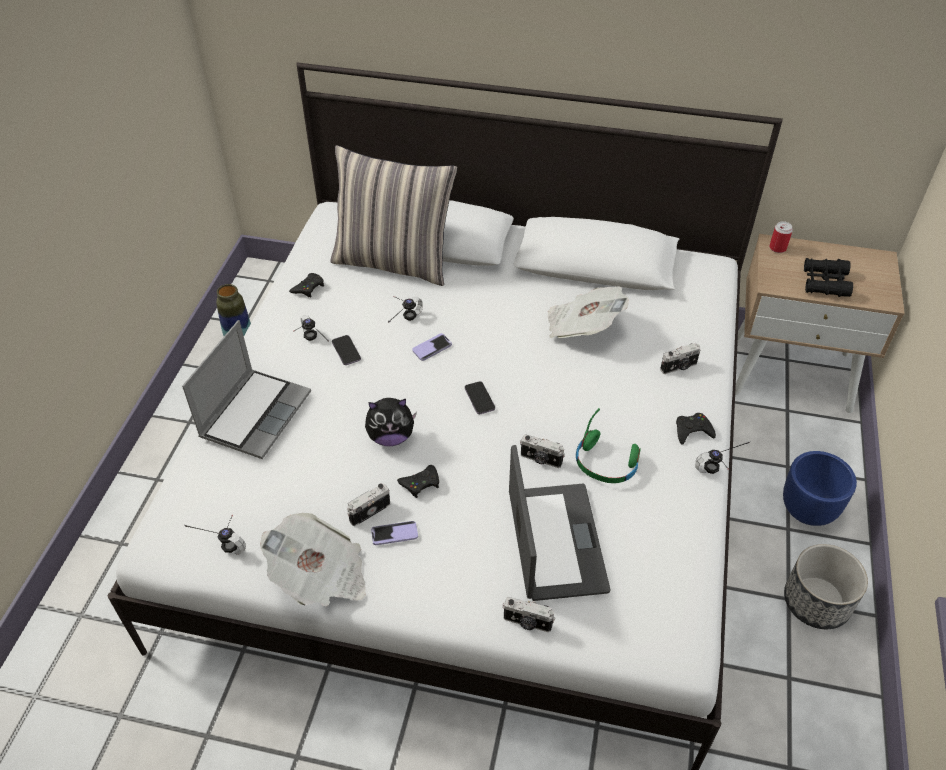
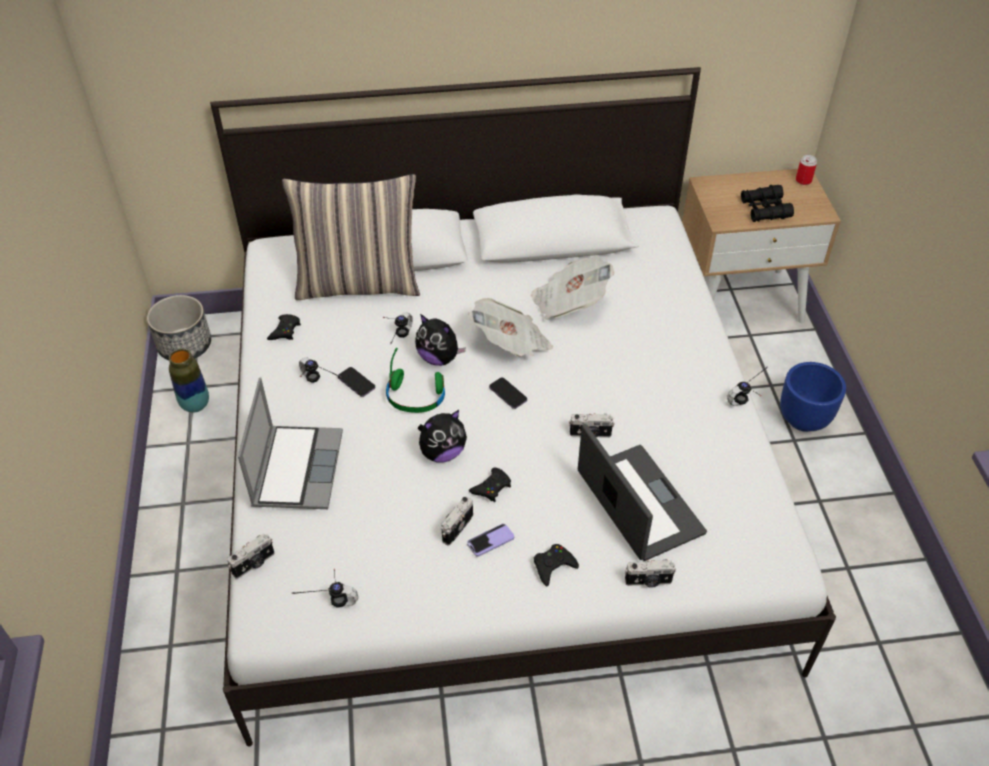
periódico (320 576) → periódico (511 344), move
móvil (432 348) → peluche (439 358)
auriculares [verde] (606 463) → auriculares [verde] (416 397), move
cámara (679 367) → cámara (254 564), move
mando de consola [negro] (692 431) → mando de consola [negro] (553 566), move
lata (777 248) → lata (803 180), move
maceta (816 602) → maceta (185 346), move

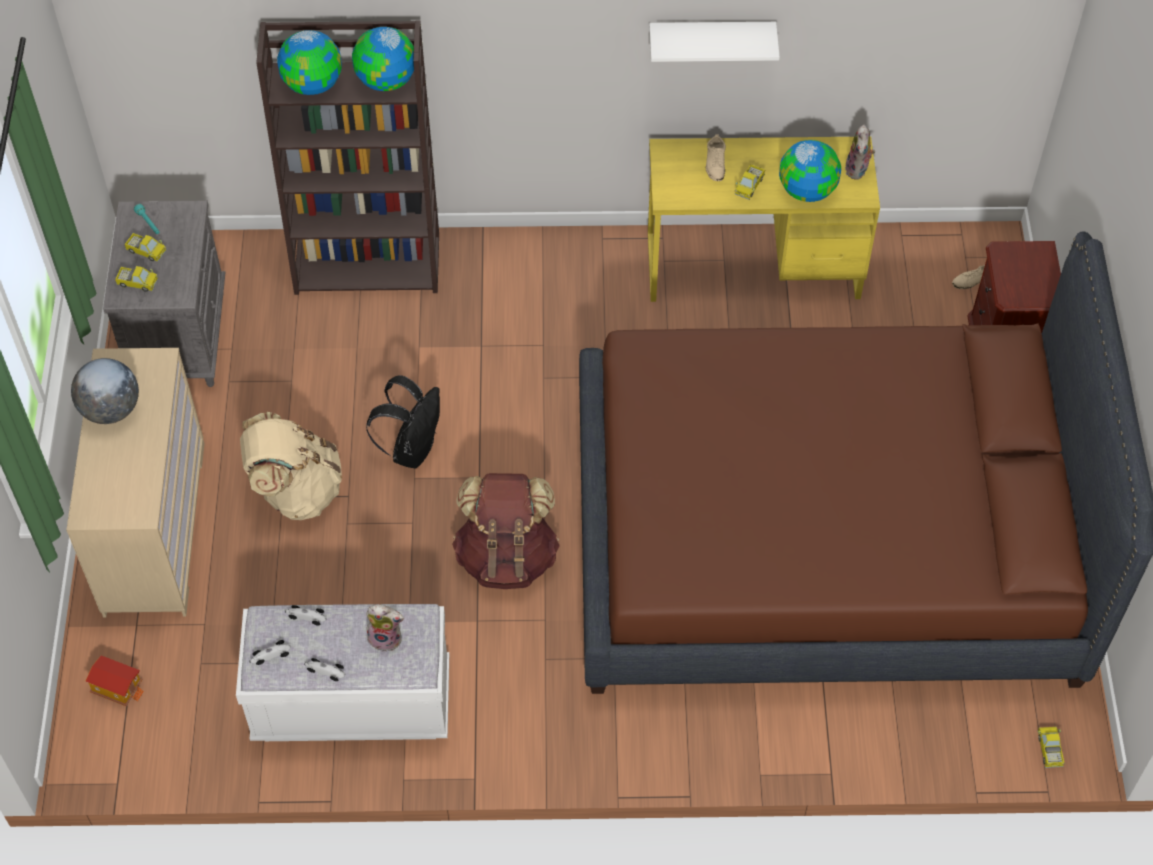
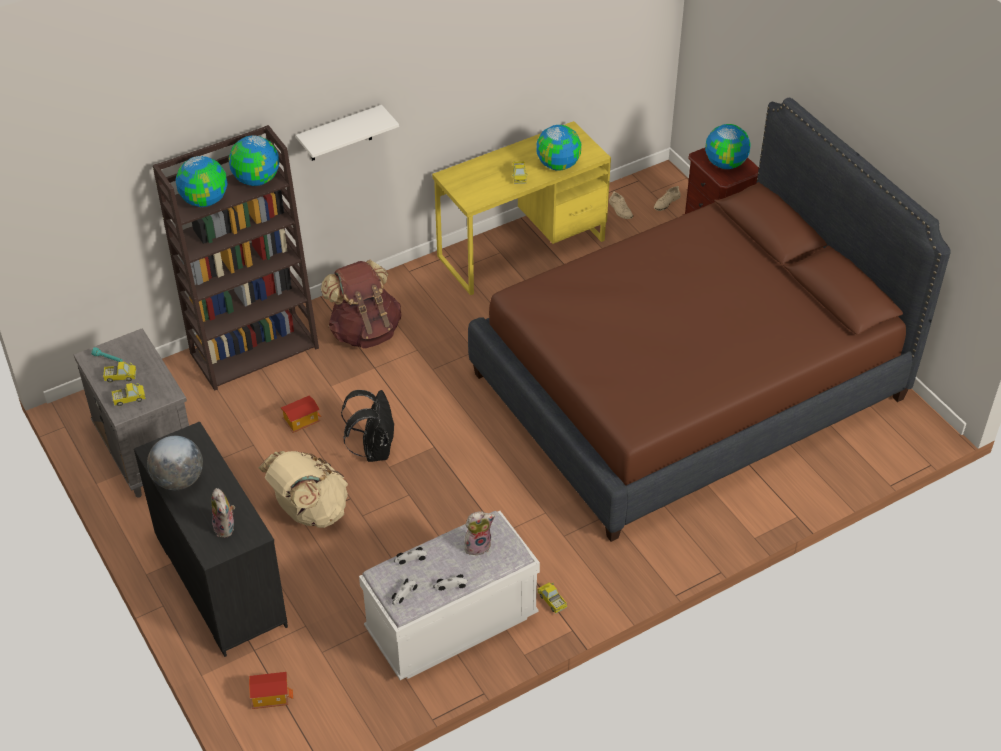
cómoda [beis] (153 527) → cómoda [negro] (219 581)
mochila [marrón] (507 557) → mochila [marrón] (365 331), move
estante [blanco] (711 39) → estante [blanco] (340 134), move
zapato [beis] (715 163) → zapato [beis] (620 210), move
peluche (858 170) → peluche (226 527), move
camión de juguete (1049 750) → camión de juguete (552 601), move
- → casita (301 421)
- → globo terráqueo (725 163)

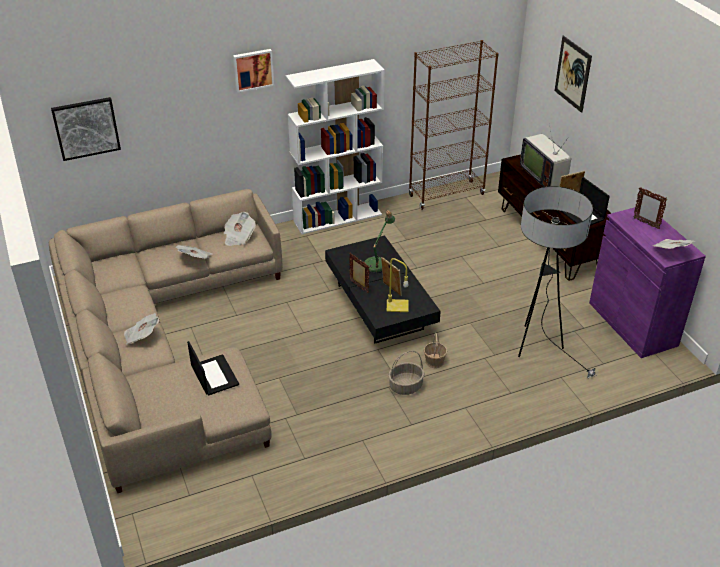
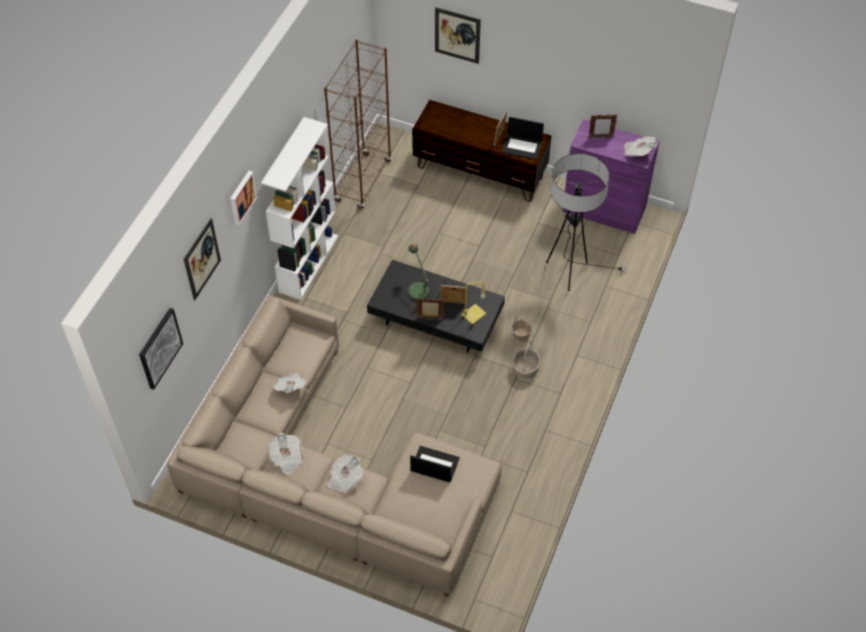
periódico (238 237) → periódico (287 458), move
televisor (544 176) → -
- → cuadro (202 259)

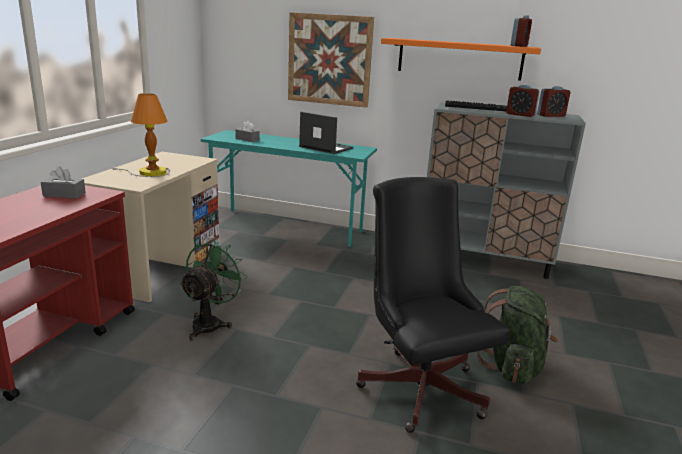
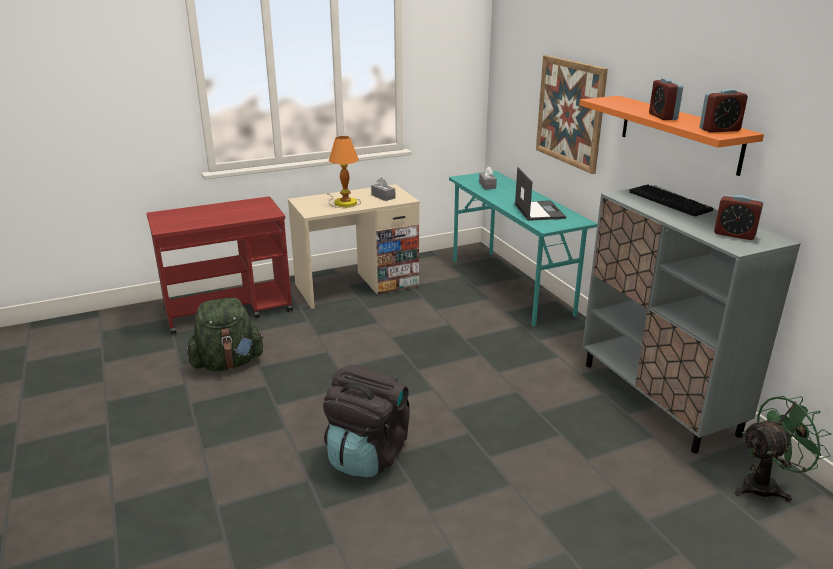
caja de pañuelos [gris] (64 195) → caja de pañuelos [gris] (383 196), move
ventilador [verde] (211 323) → ventilador [verde] (766 485), move
silla de oficina [negro] (419 384) → mochila [negro] (367 454)
mochila [verde] (512 366) → mochila [verde] (228 363), move
despertador (520 114) → despertador (662 117), move

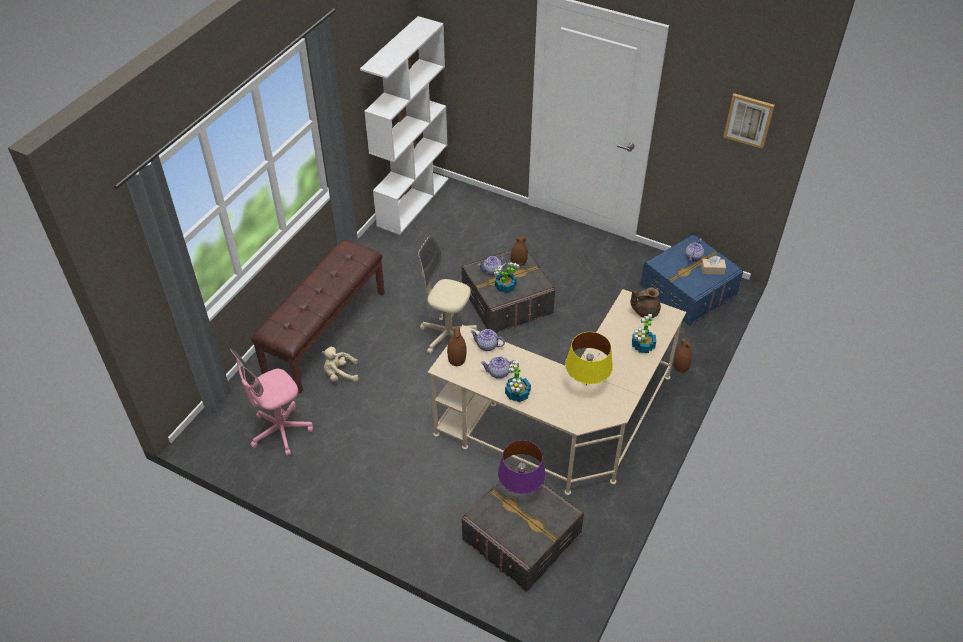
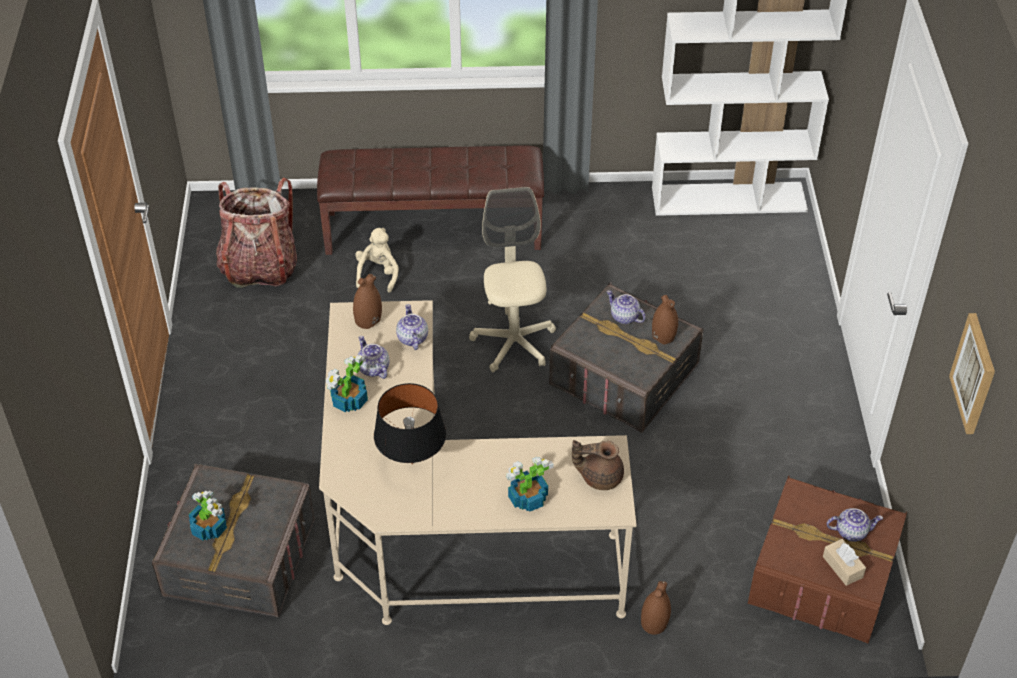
silla de oficina [rosa] (281 431) → mochila (260 267)
peluche [beis] (340 374) → peluche [beis] (378 274), 45 degrees clockwise
planta en maceta (505 287) → planta en maceta (209 528), move
lámpara de mesa [morado] (520 490) → -
lámpara de mesa [amarillo] (586 385) → lámpara de mesa [negro] (411 464)
tetera [marrón] (645 311) → tetera [marrón] (599 476), 45 degrees counterclockwise
caja de almacenaje [azul] (688 291) → caja de almacenaje [marrón] (822 576)

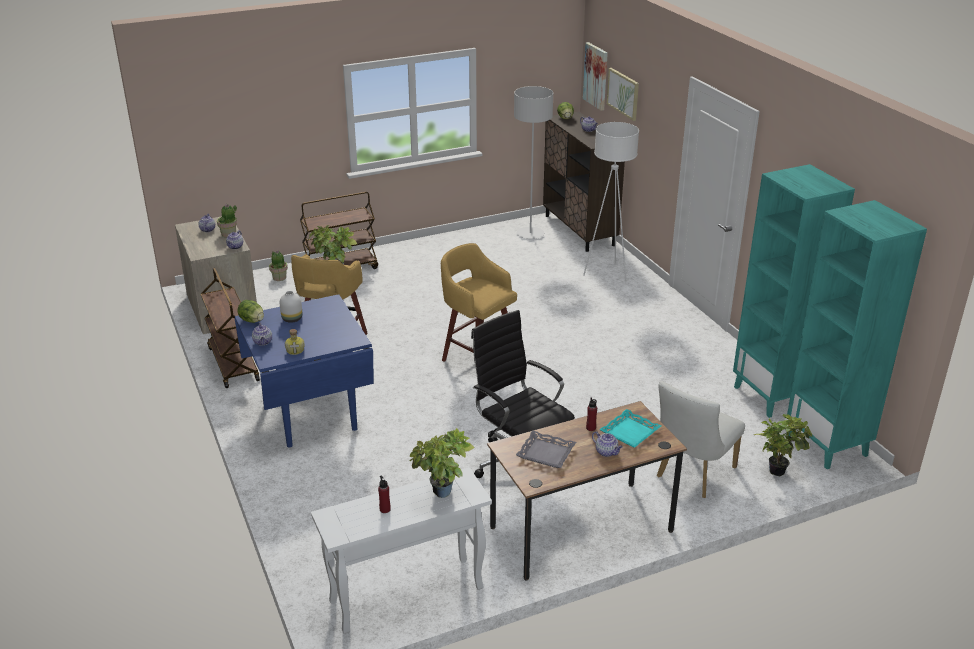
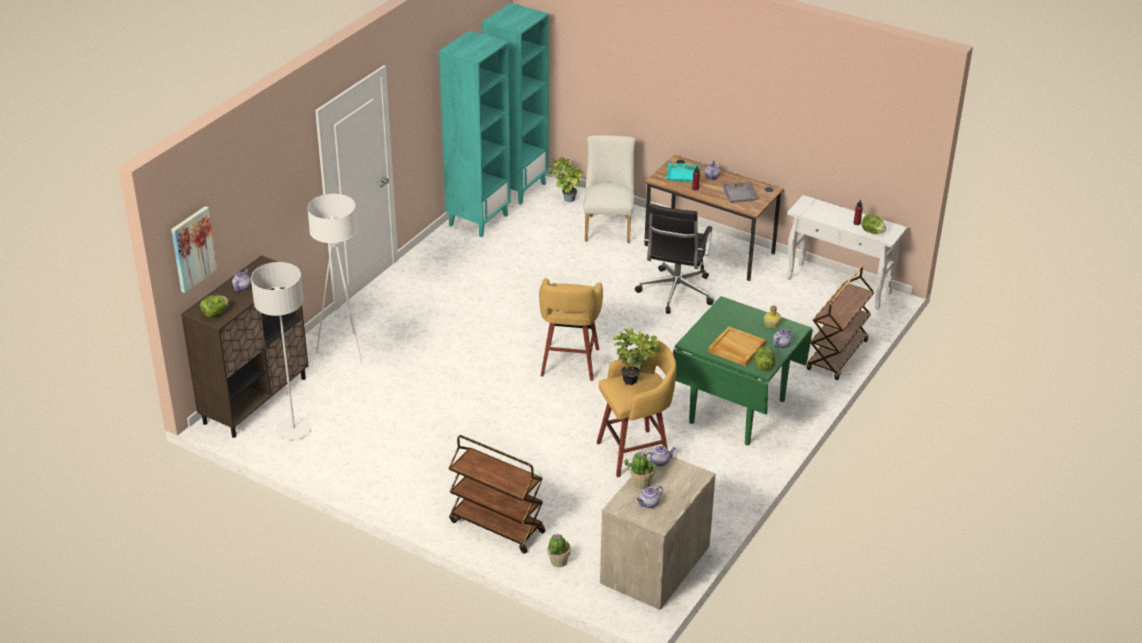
carrito [marrón] (233 364) → carrito [marrón] (837 356), move
mesa de comedor [azul] (311 413) → mesa de comedor [verde] (736 411)
florero [blanco] (292 318) → bandeja [beis] (736 348)
planta en maceta (442 496) → -
cuadro (623 93) → -
silla [blanco] (692 475) → silla [blanco] (608 227), 90 degrees counterclockwise
- → lechuga (872 232)

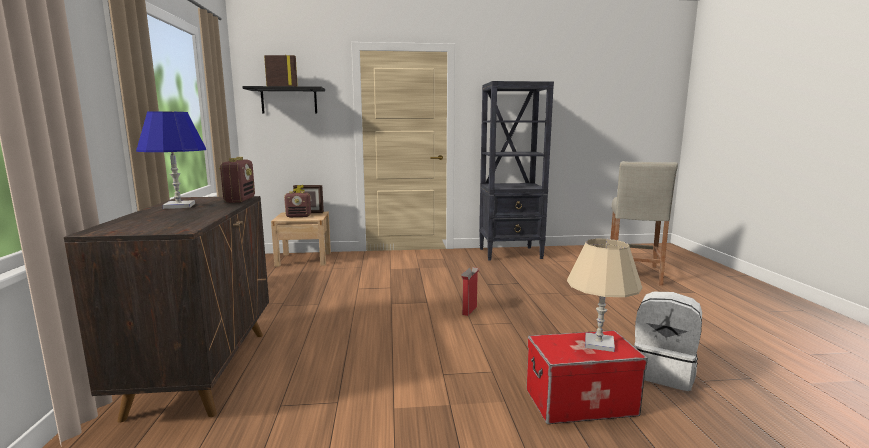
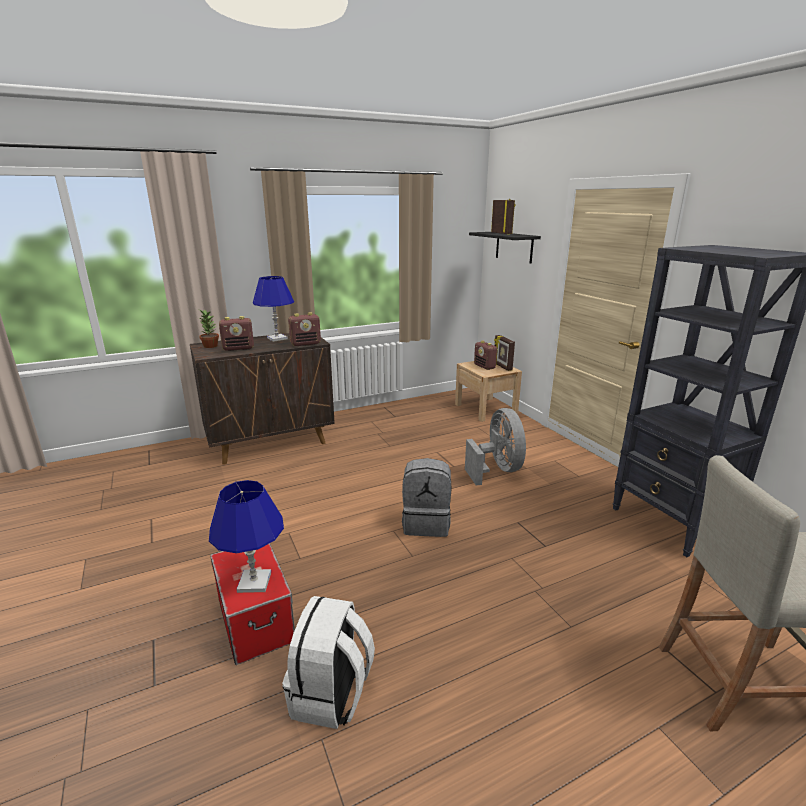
caja de cartón (469 311) → mochila [gris] (426 523)
lámpara de mesa [beis] (598 343) → lámpara de mesa [azul] (254 582)
- → planta en maceta (210 346)
- → radio (239 348)
- → ventilador [gris] (497 470)

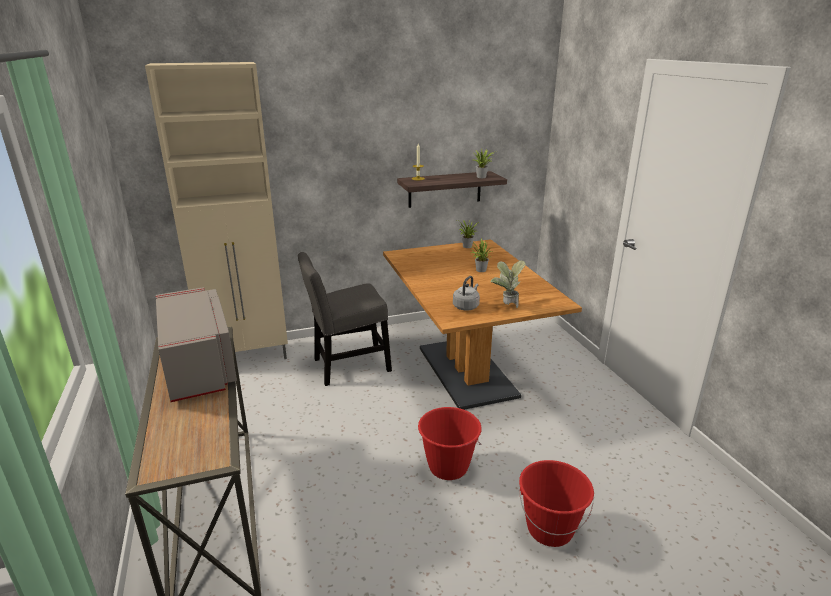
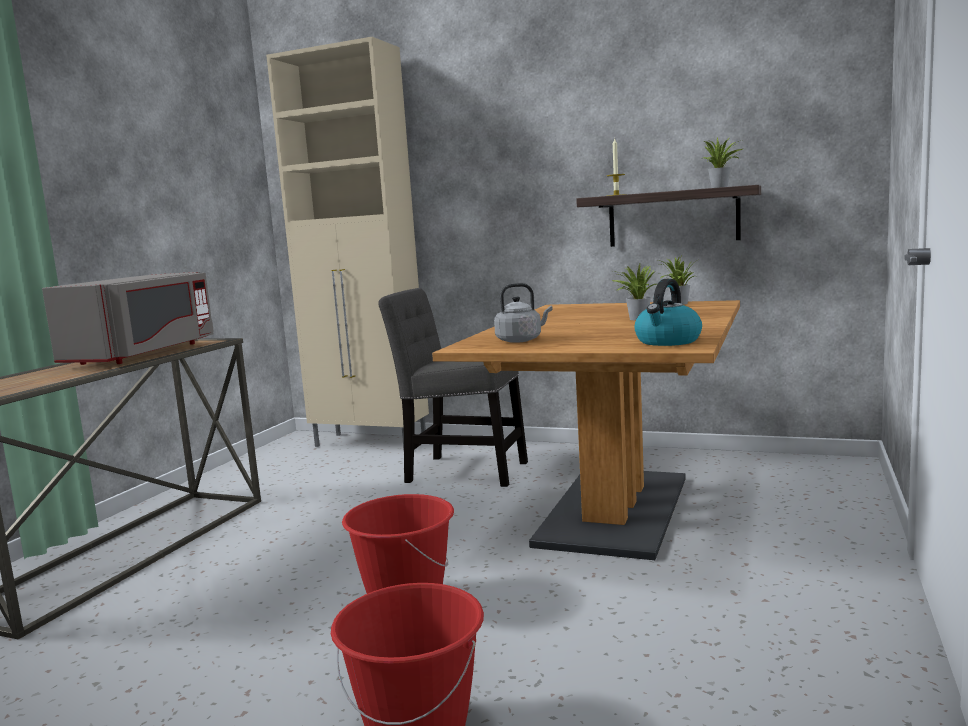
planta en maceta (506 306) → -
- → hervidor (668 341)

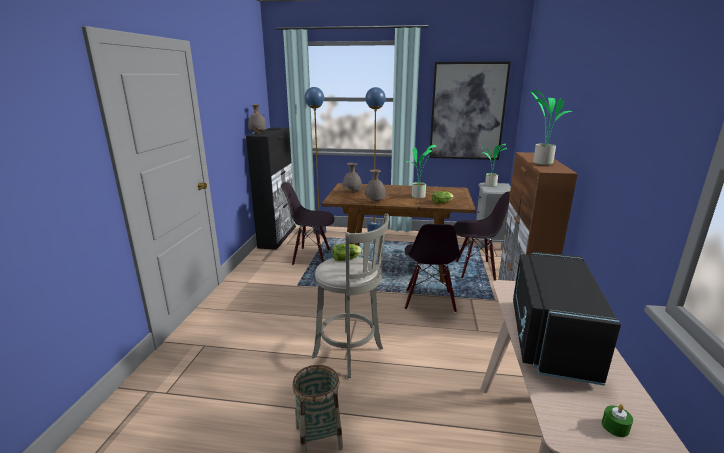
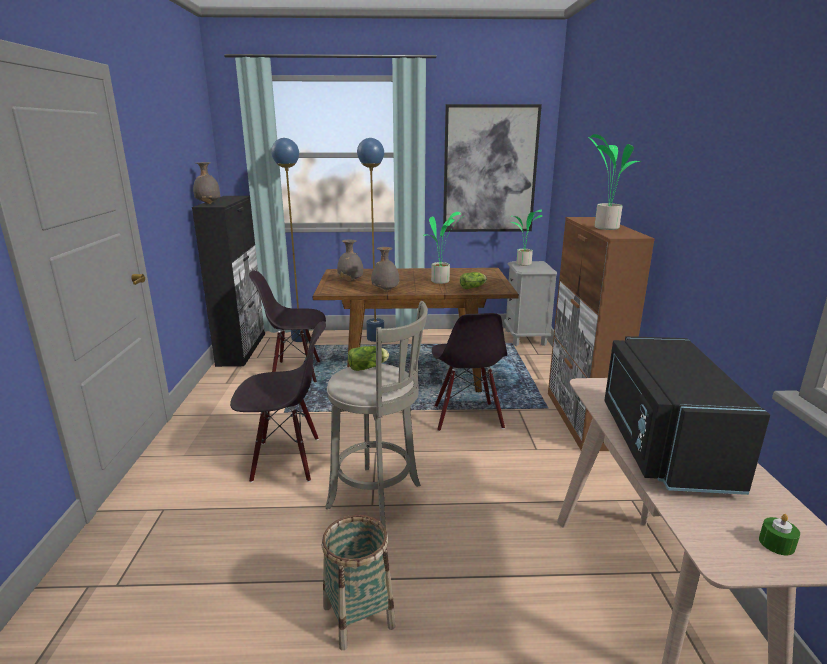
silla [negro] (475 270) → silla [negro] (286 460), move

